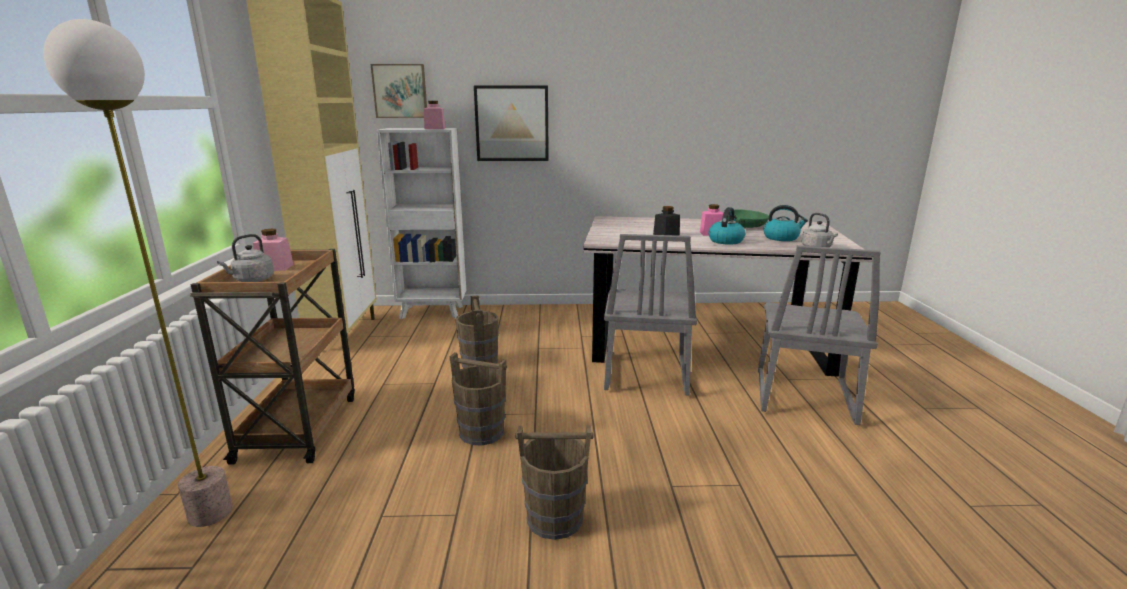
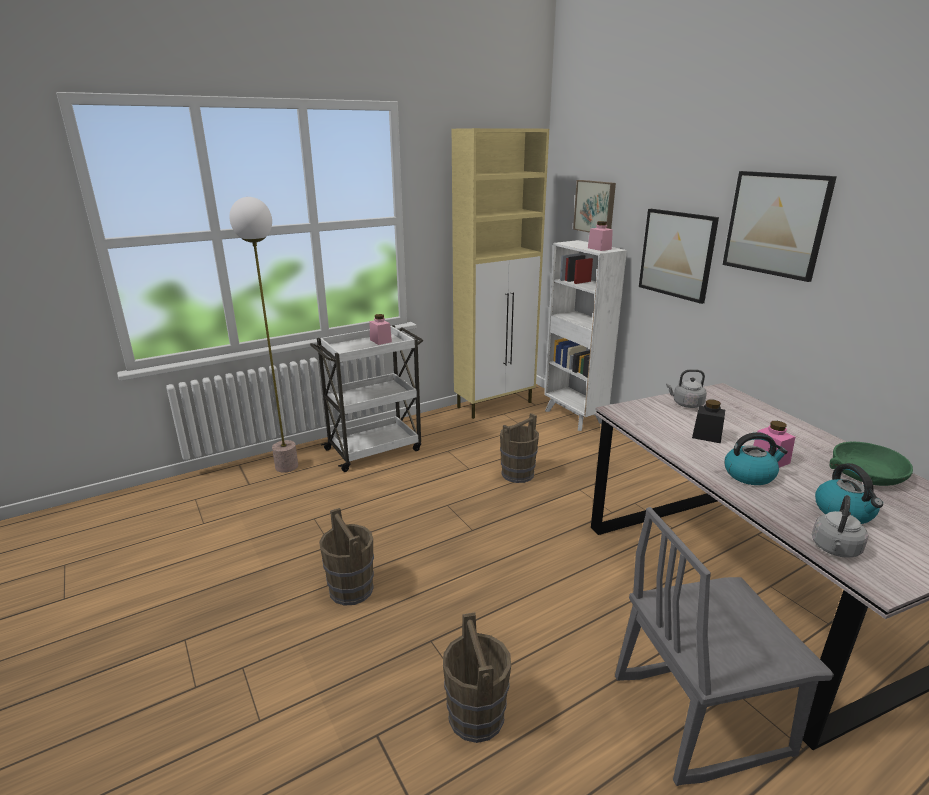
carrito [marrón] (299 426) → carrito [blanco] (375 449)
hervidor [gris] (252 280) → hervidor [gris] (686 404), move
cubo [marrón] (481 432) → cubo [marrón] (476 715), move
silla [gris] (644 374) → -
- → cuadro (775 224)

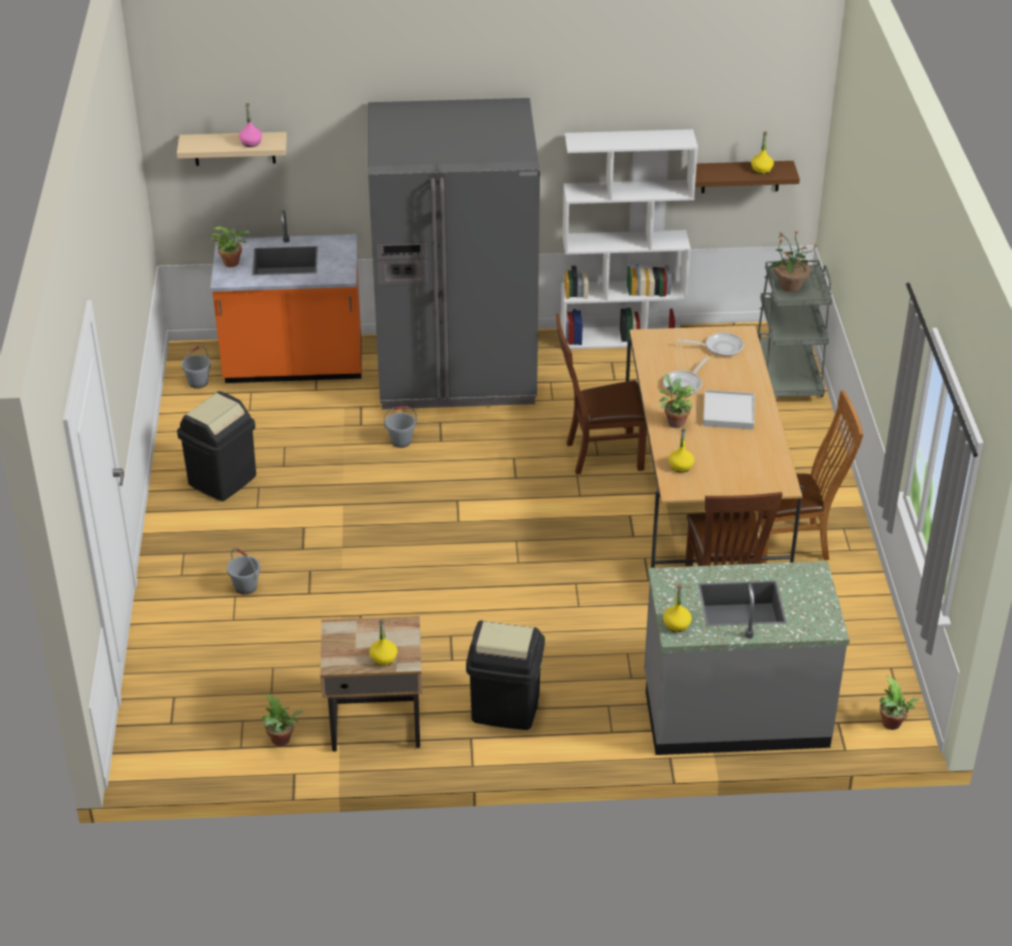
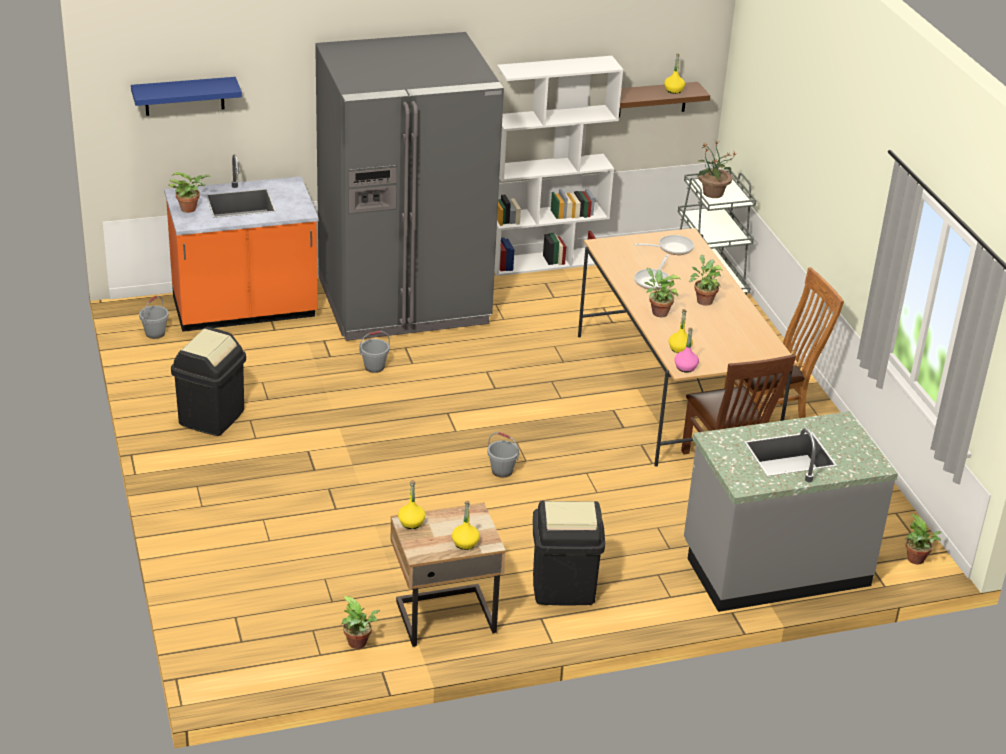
estante [beis] (234 148) → estante [azul] (184 96)
cubo [gris] (245 587) → cubo [gris] (501 471), move
botella [rosa] (251 143) → botella [rosa] (685 367), move
silla [marrón] (599 455) → -
botella [amarillo] (676 625) → botella [amarillo] (411 523), move
bandeja [blanco] (729 412) → planta en maceta (703 300)

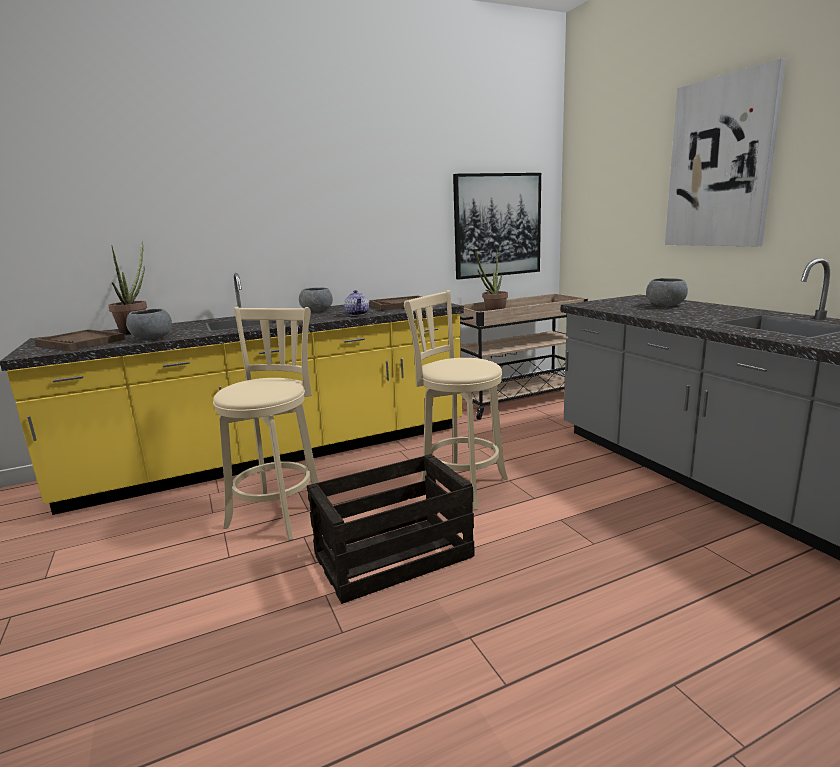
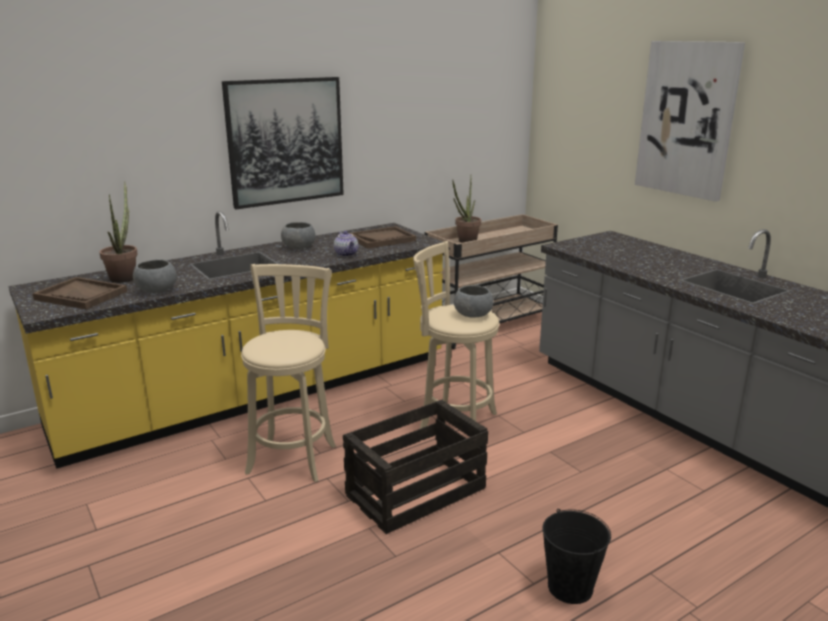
cuadro (497 225) → cuadro (285 141), move
cuenco [gris] (665 305) → cuenco [gris] (473 315), move
- → cubo [negro] (570 587)

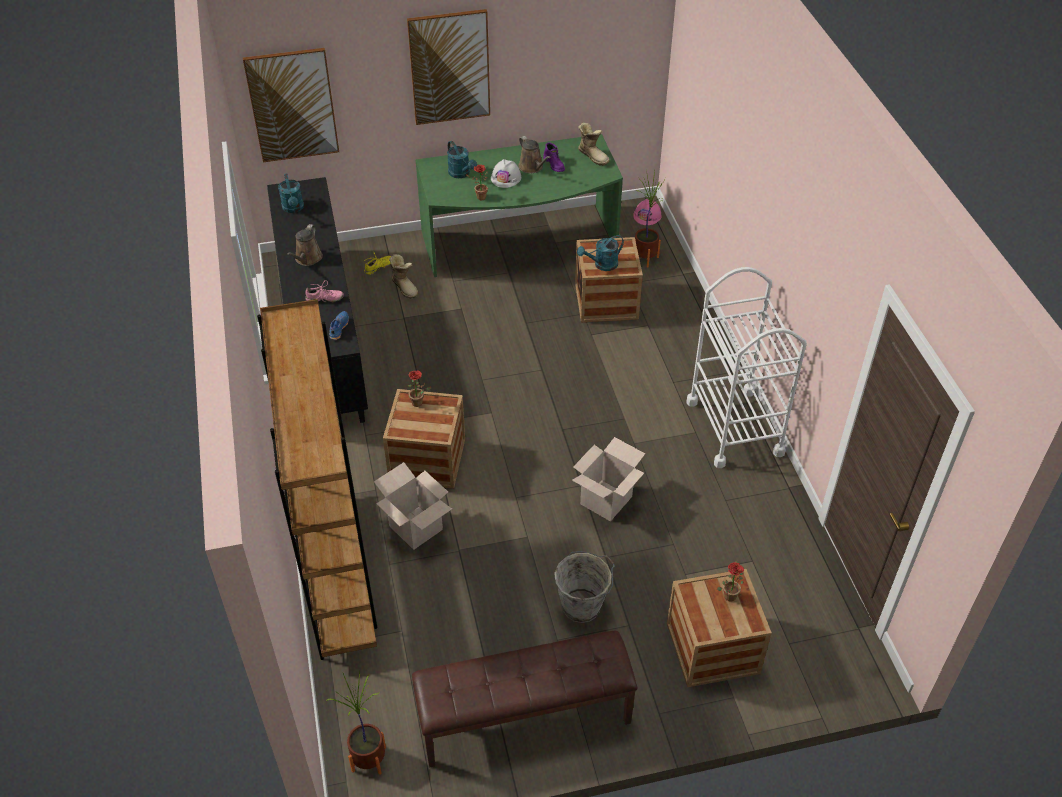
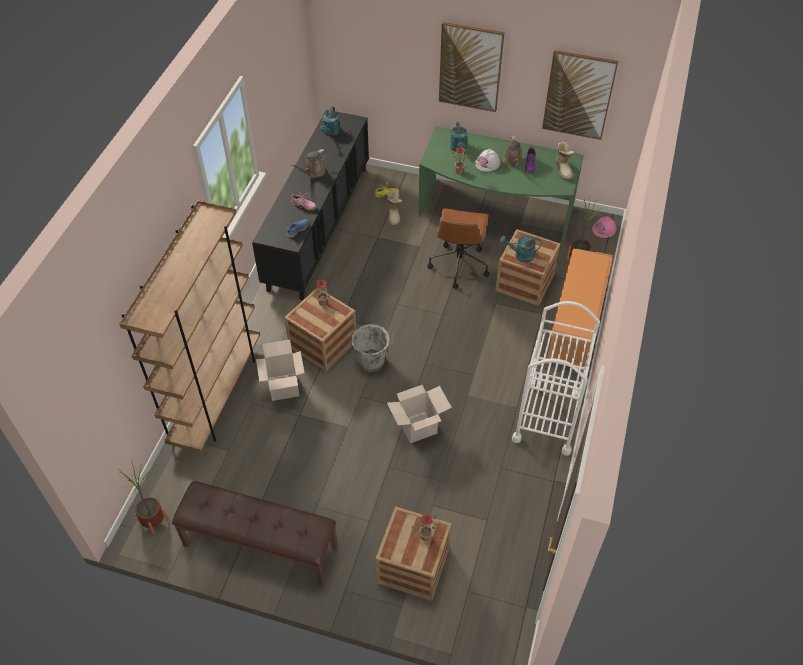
cuadro (292 105) → cuadro (578 95), move
cubo [gris] (583 605) → cubo [gris] (372 361), move
- → silla de oficina [marrón] (459 264)
- → banco [naranja] (575 325)

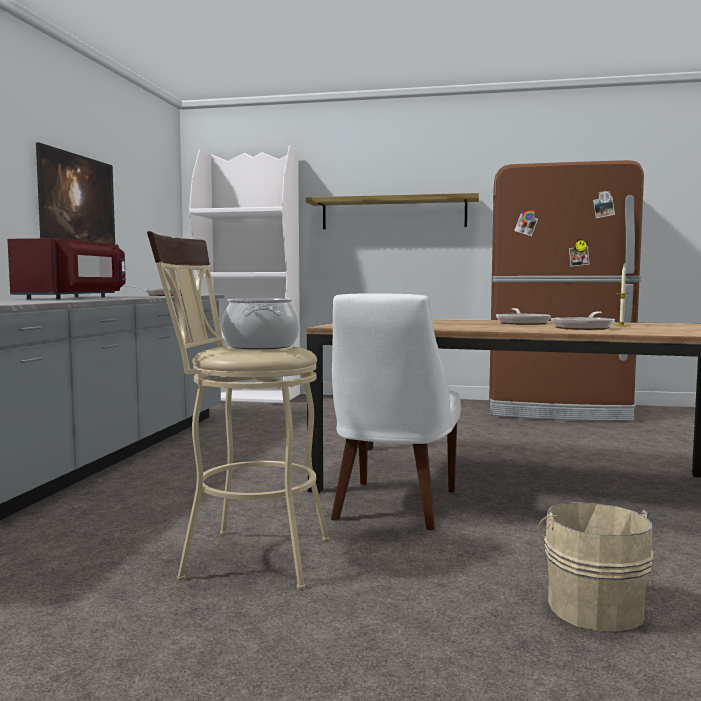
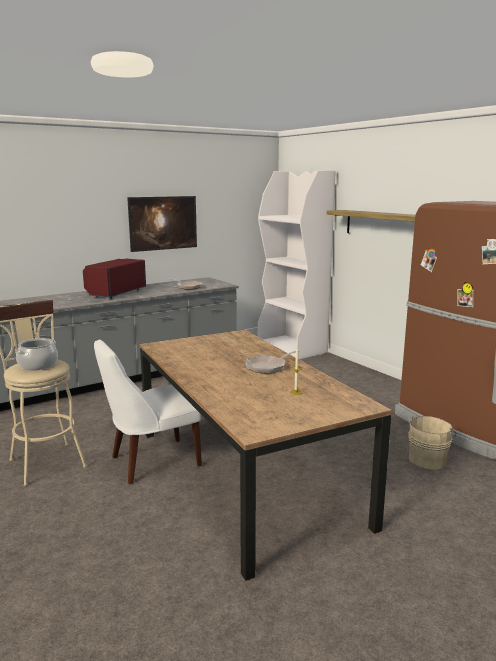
microondas [rojo] (74 298) → microondas [rojo] (115 292), 150 degrees clockwise
cubo [beis] (593 606) → cubo [beis] (428 459), move
sartén (583 327) → -

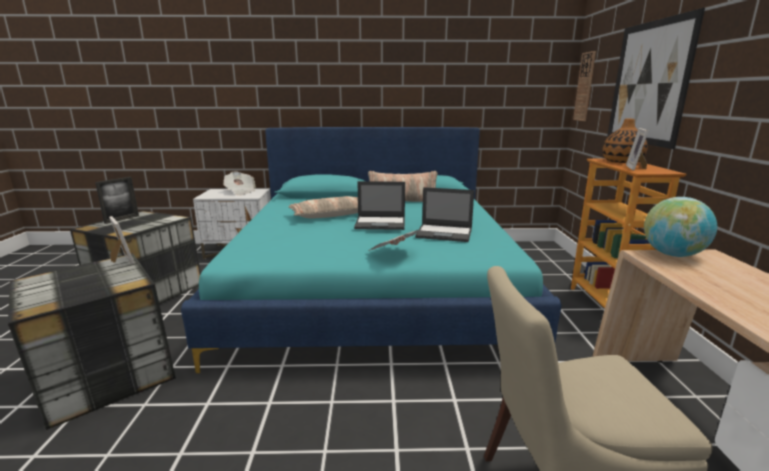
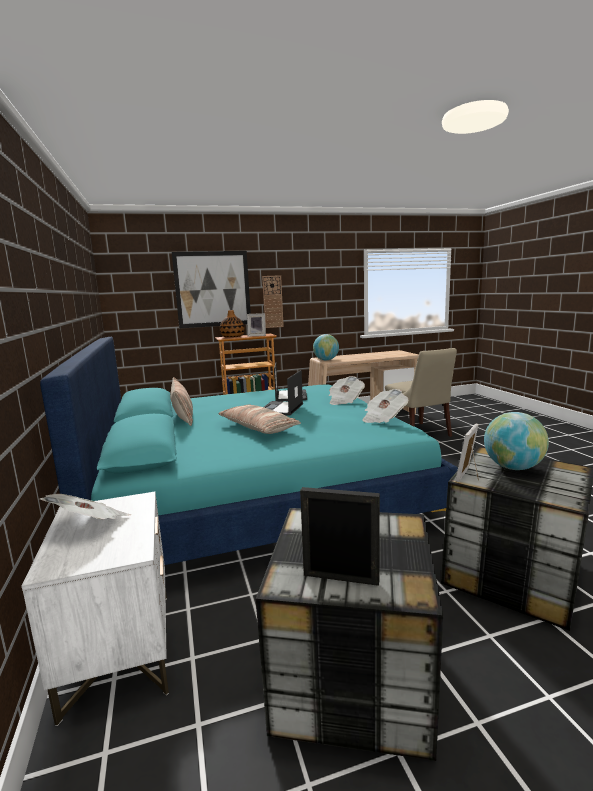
portátil (381 223) → portátil (280 409), 150 degrees counterclockwise
reloj de pared (584 87) → reloj de pared (272 301), move
- → periódico (383 418)
- → globo terráqueo (513 467)

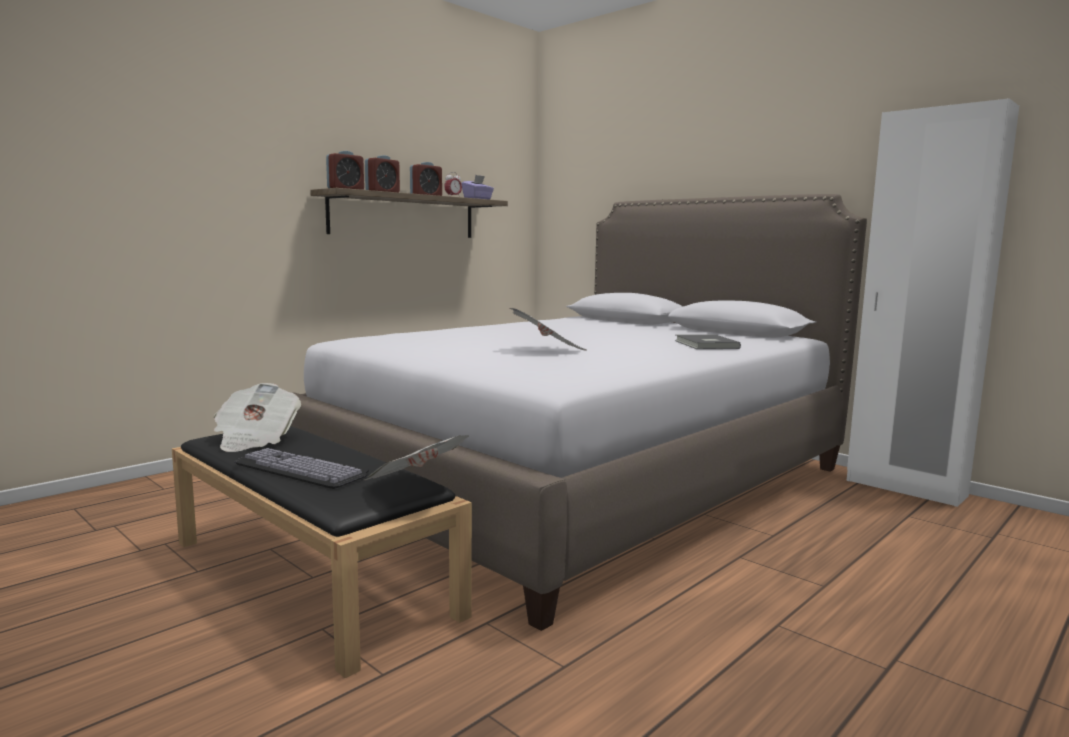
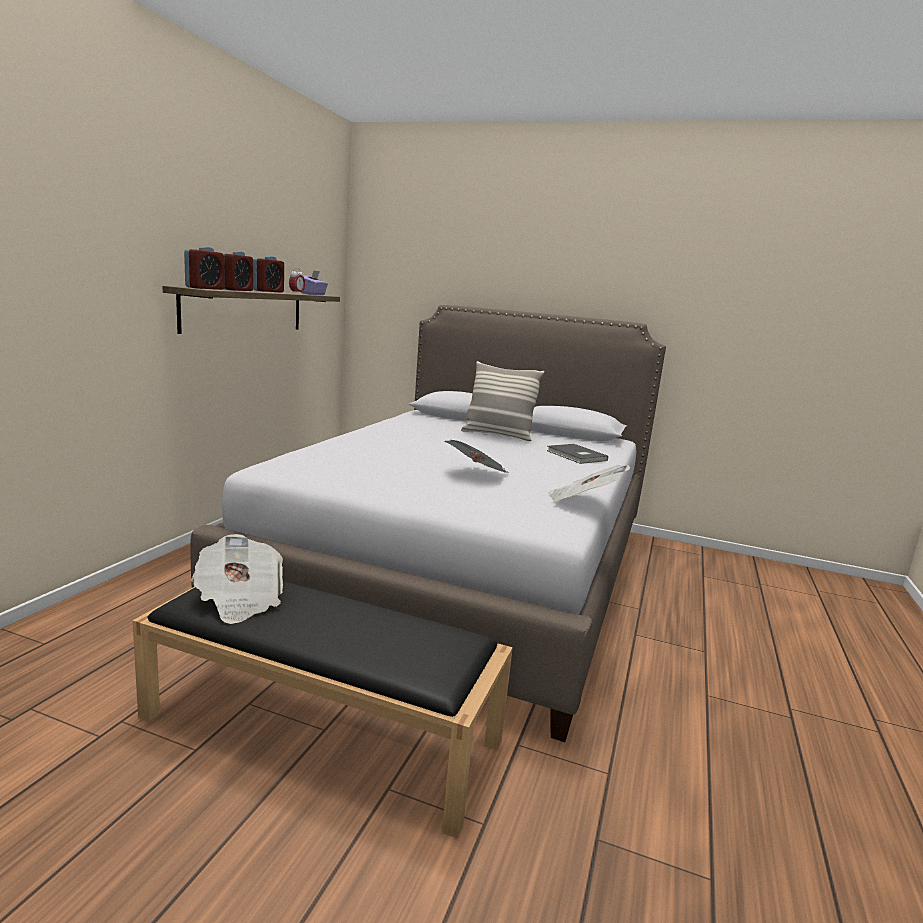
teclado (307 467) → -
periódico (416 485) → periódico (583 502), move
armario ropero [blanco] (905 488) → -
- → cojín (498 435)

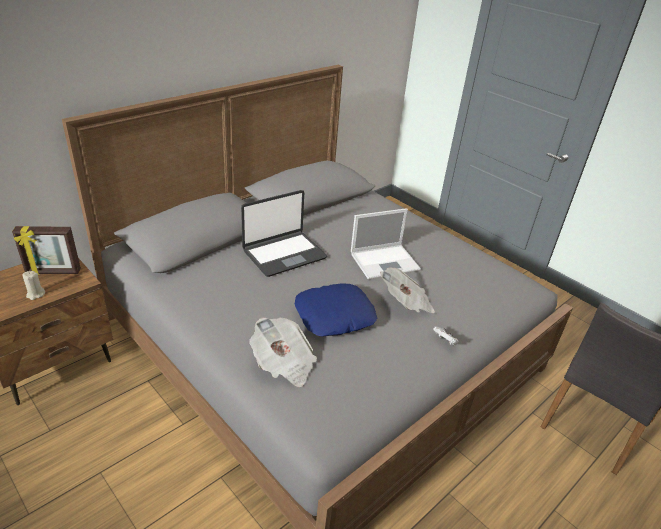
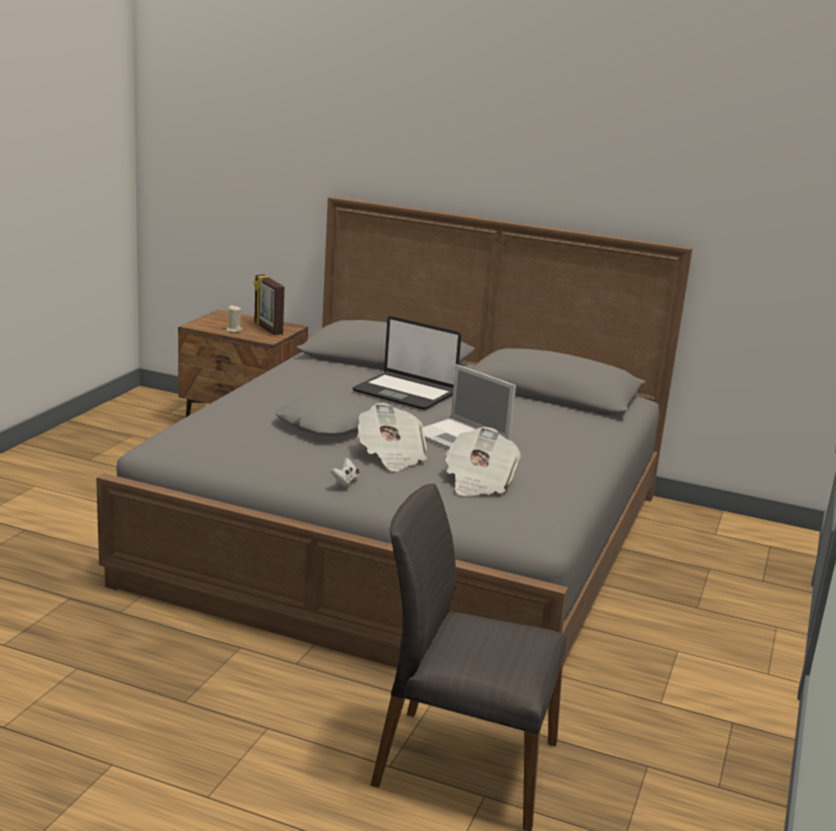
periódico (283 364) → periódico (478 482), move
cojín [azul] (334 316) → cojín [gris] (324 426)

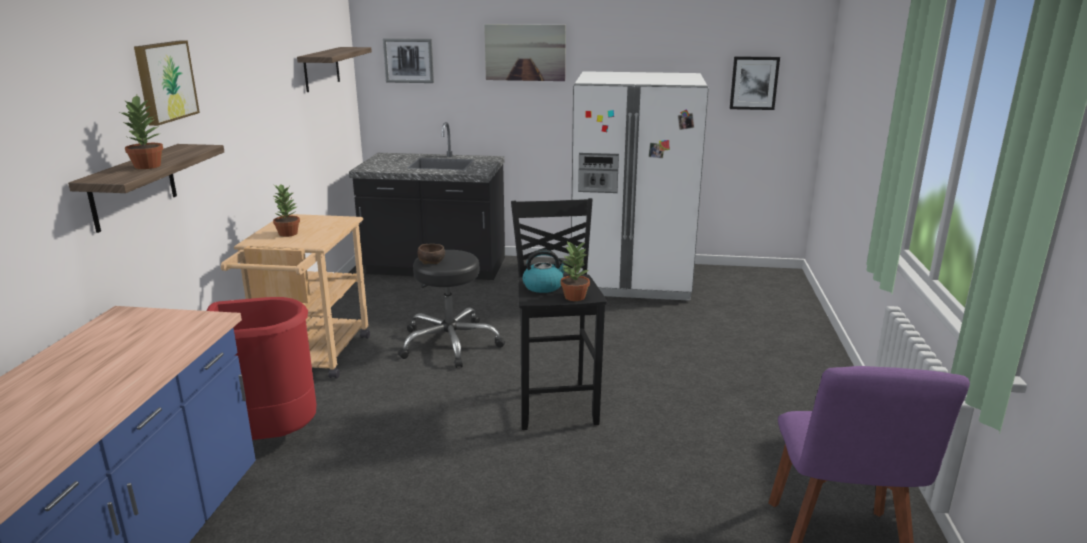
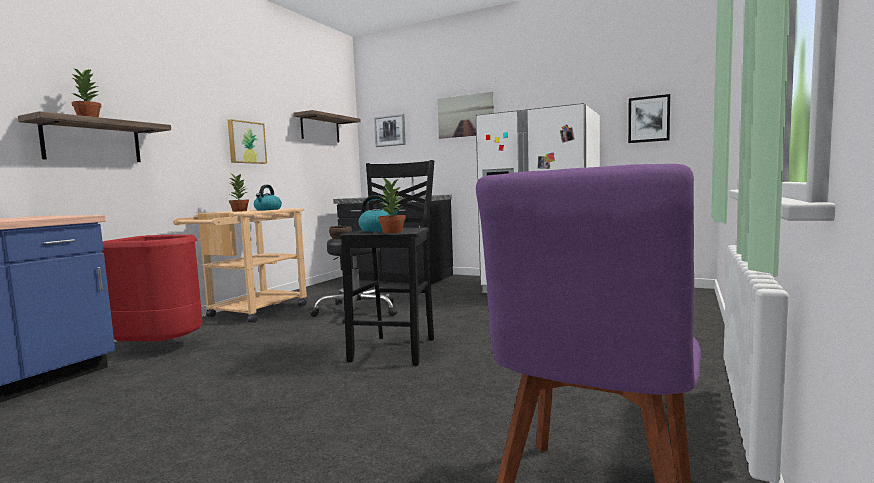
cuadro (164 81) → cuadro (246 142), move
- → hervidor (268 209)

